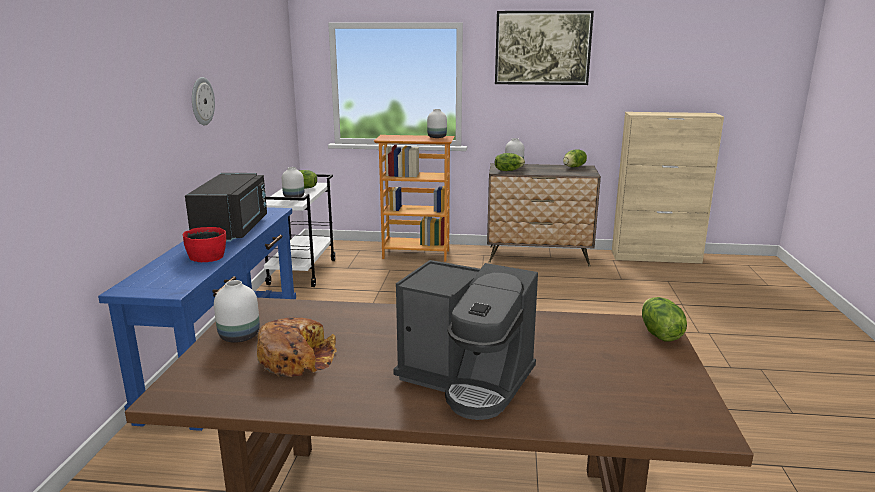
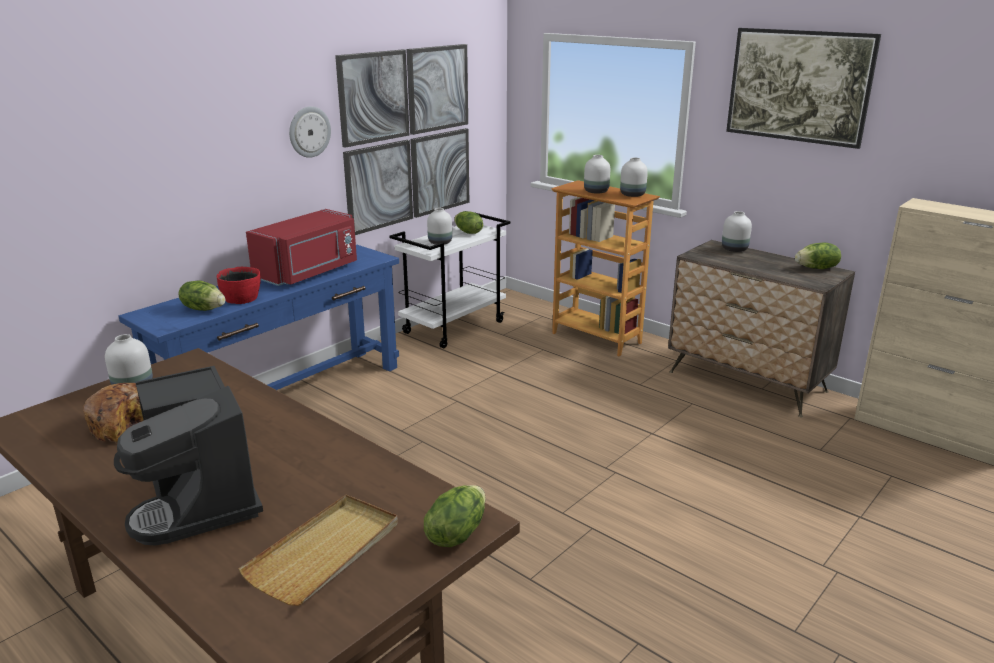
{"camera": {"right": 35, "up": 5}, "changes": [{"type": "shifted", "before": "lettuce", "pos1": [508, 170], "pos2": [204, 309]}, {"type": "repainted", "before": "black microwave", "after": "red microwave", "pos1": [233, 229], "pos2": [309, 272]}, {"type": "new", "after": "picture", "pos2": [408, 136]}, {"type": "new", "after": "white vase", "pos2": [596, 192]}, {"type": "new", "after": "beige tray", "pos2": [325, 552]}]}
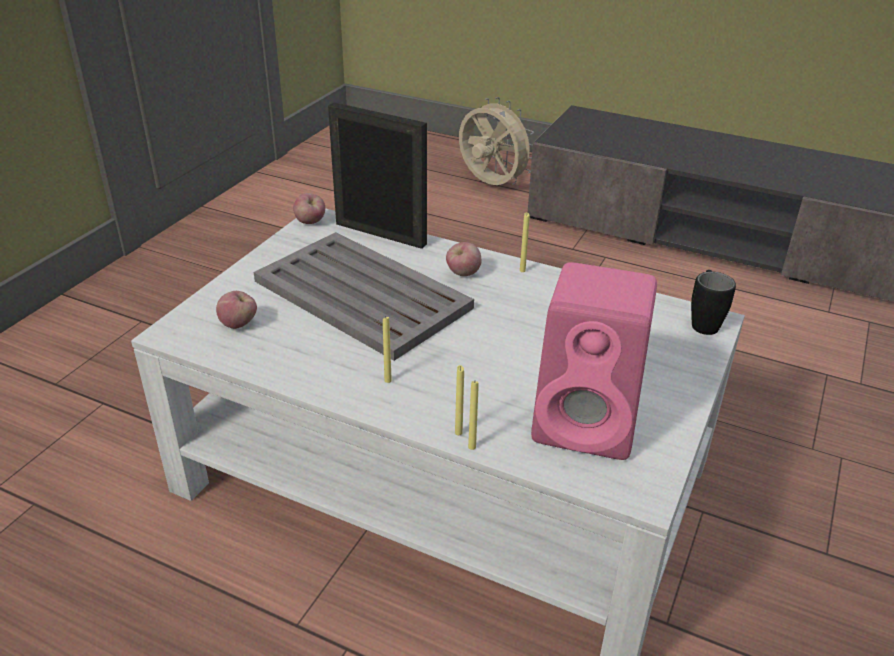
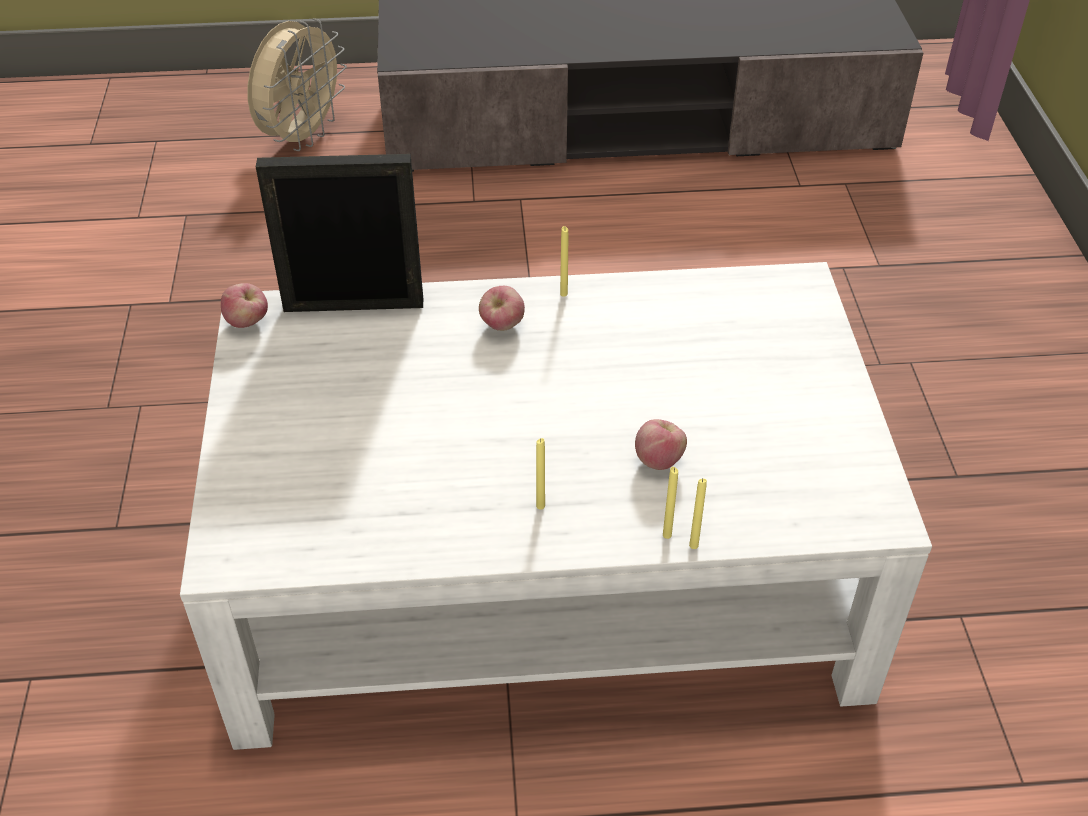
{"camera": {"right": -30, "up": 10}, "changes": [{"type": "rotated", "before": "beige fan", "pos1": [490, 185], "pos2": [302, 137], "turn": 105}, {"type": "gone", "before": "grey tray", "pos1": [361, 293]}, {"type": "gone", "before": "pink speaker", "pos1": [589, 424]}, {"type": "gone", "before": "black mug", "pos1": [703, 321]}, {"type": "shifted", "before": "apple", "pos1": [239, 324], "pos2": [658, 460]}]}
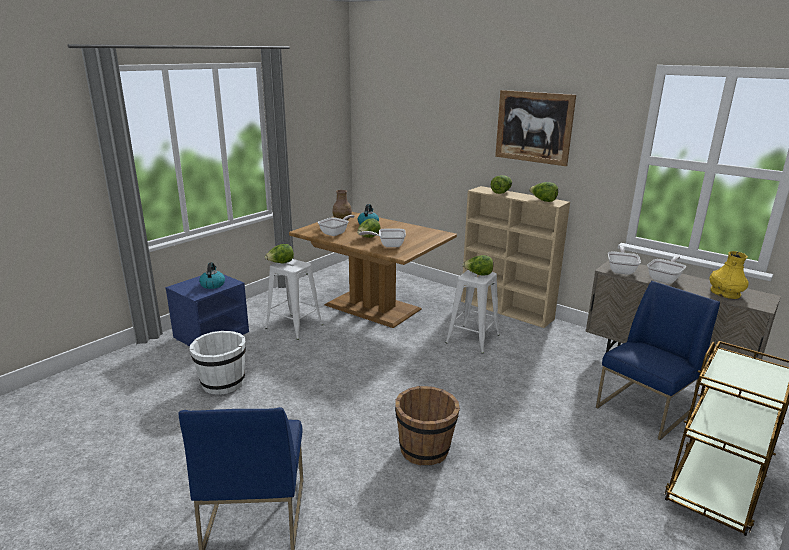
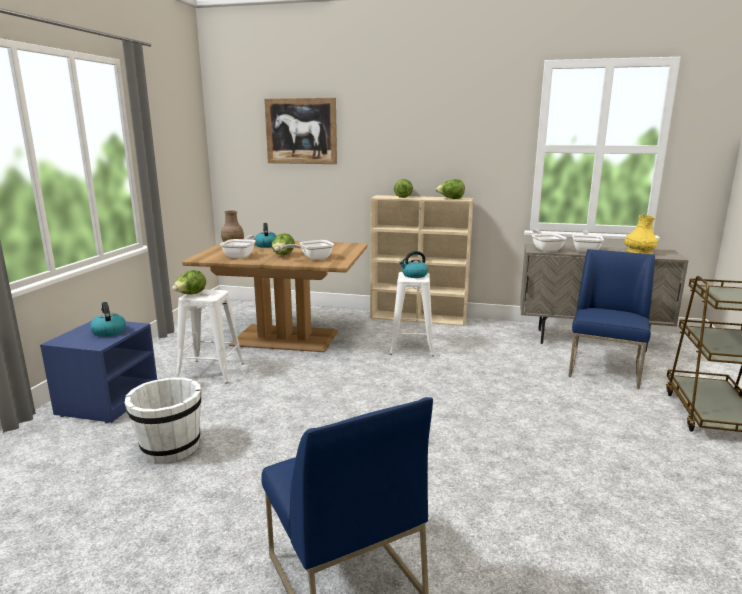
{"camera": {"right": -25, "up": -5}, "changes": [{"type": "shifted", "before": "picture", "pos1": [533, 127], "pos2": [301, 131]}, {"type": "swapped", "before": "lettuce", "after": "kettle", "pos1": [478, 274], "pos2": [414, 275]}, {"type": "gone", "before": "brown bucket", "pos1": [425, 449]}]}
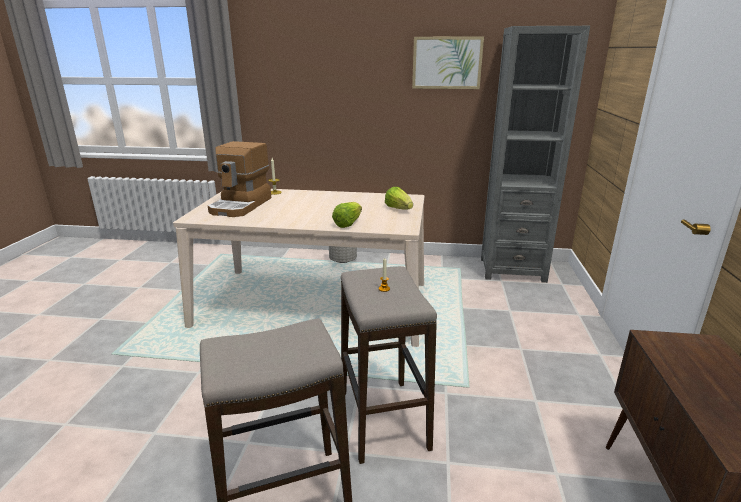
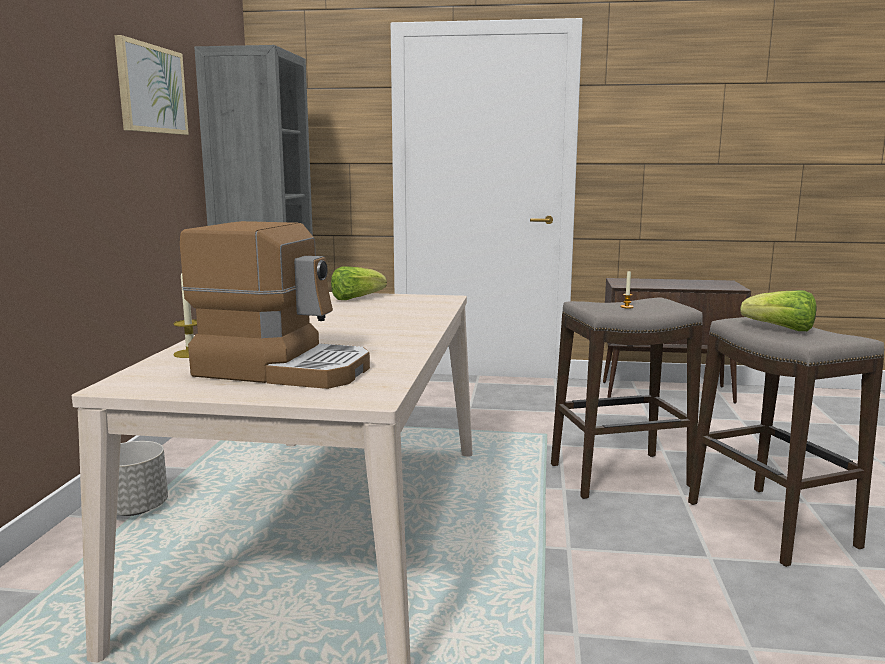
{"camera": {"right": -90, "up": -10}, "changes": [{"type": "shifted", "before": "lettuce", "pos1": [348, 224], "pos2": [780, 329]}]}
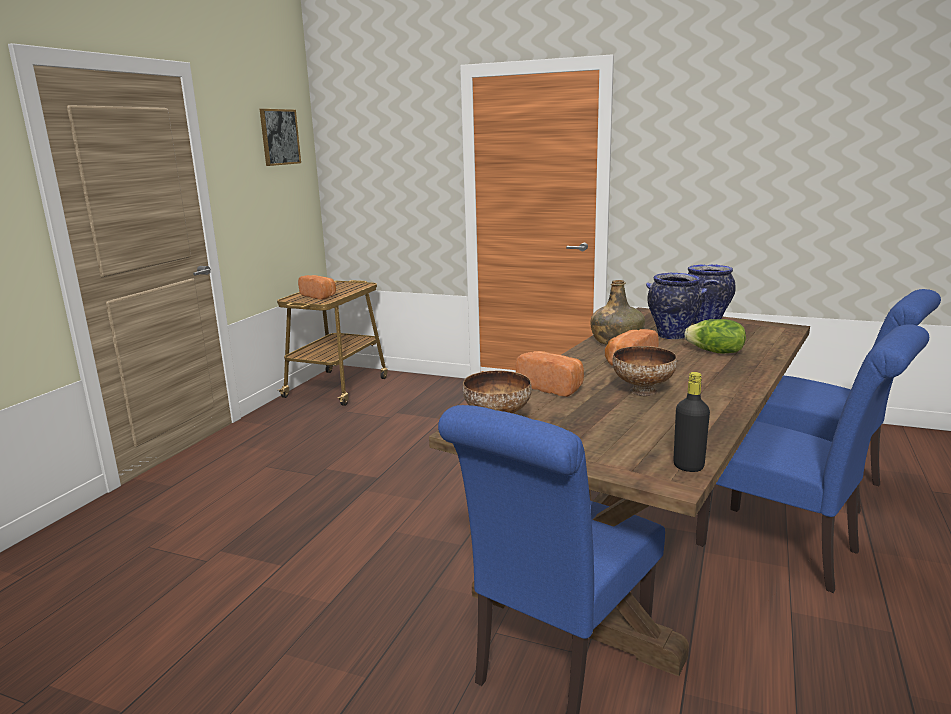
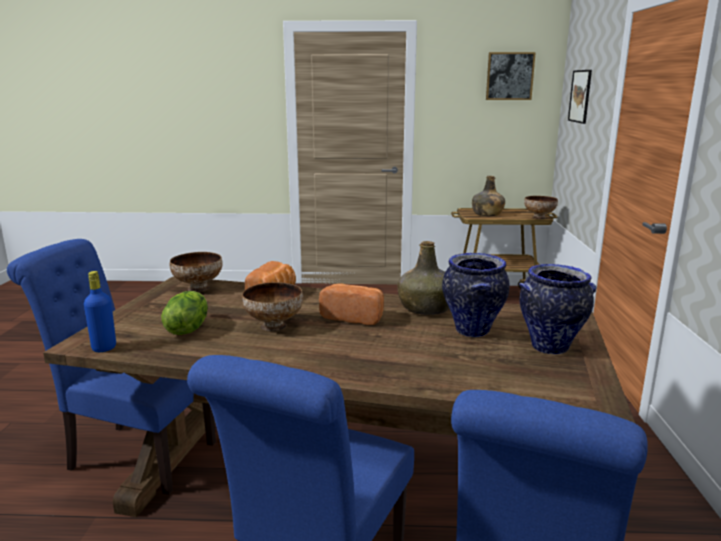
{"camera": {"right": 70, "up": 0}, "changes": [{"type": "swapped", "before": "bread", "after": "green bottle", "pos1": [320, 296], "pos2": [487, 214]}, {"type": "shifted", "before": "lettuce", "pos1": [715, 352], "pos2": [187, 329]}, {"type": "repainted", "before": "black bottle", "after": "blue bottle", "pos1": [688, 466], "pos2": [104, 348]}, {"type": "new", "after": "picture", "pos2": [580, 96]}, {"type": "new", "after": "bowl", "pos2": [539, 217]}]}
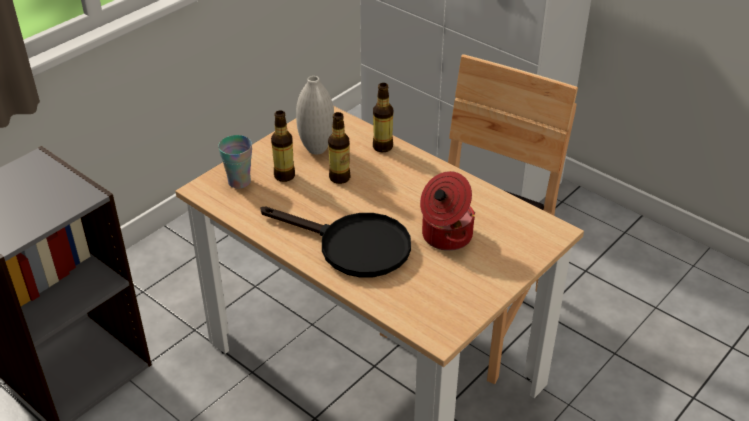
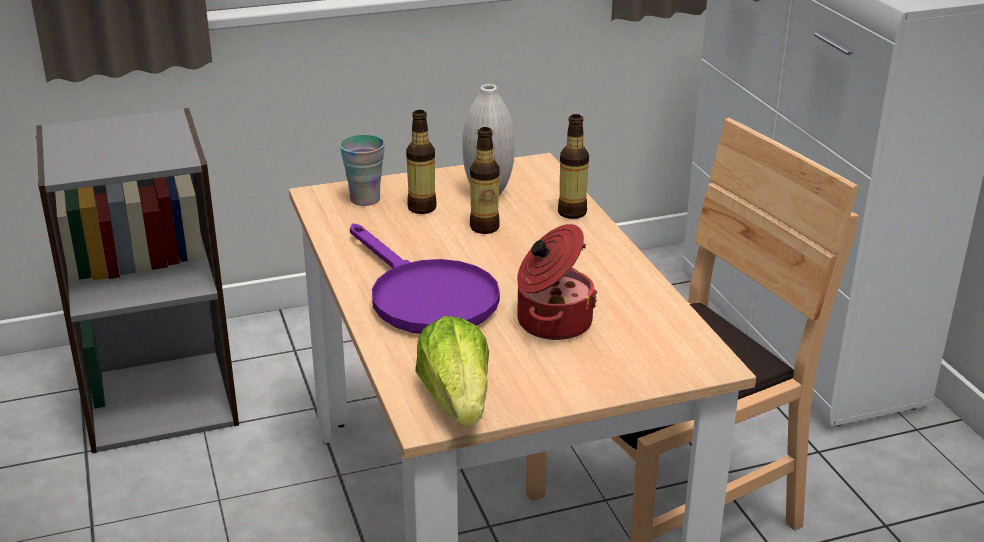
{"camera": {"right": 30, "up": -10}, "changes": [{"type": "repainted", "before": "black frying pan", "after": "purple frying pan", "pos1": [352, 246], "pos2": [424, 296]}, {"type": "new", "after": "lettuce", "pos2": [457, 401]}]}
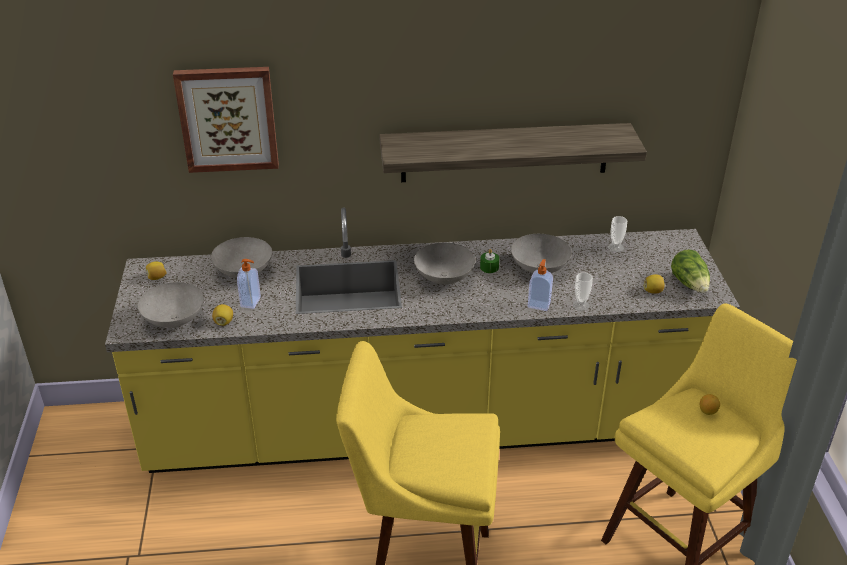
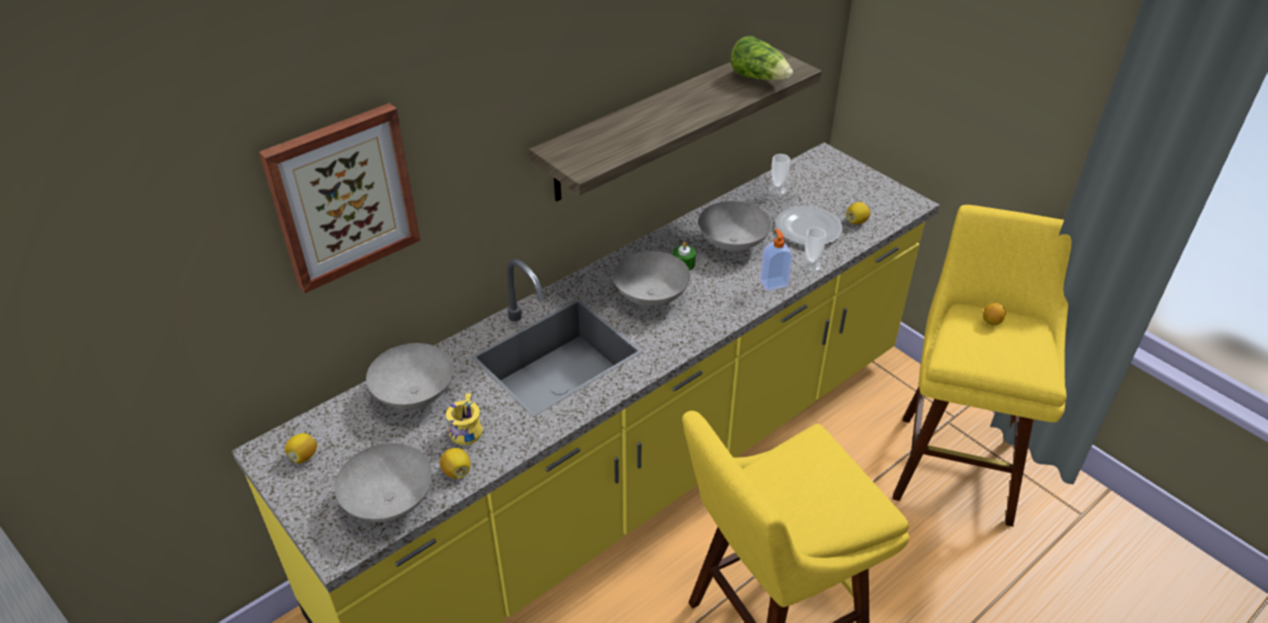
{"camera": {"right": -35, "up": 5}, "changes": [{"type": "shifted", "before": "lettuce", "pos1": [690, 284], "pos2": [759, 78]}, {"type": "swapped", "before": "soap dispenser", "after": "yellow mug", "pos1": [251, 302], "pos2": [464, 428]}, {"type": "new", "after": "plate", "pos2": [807, 228]}]}
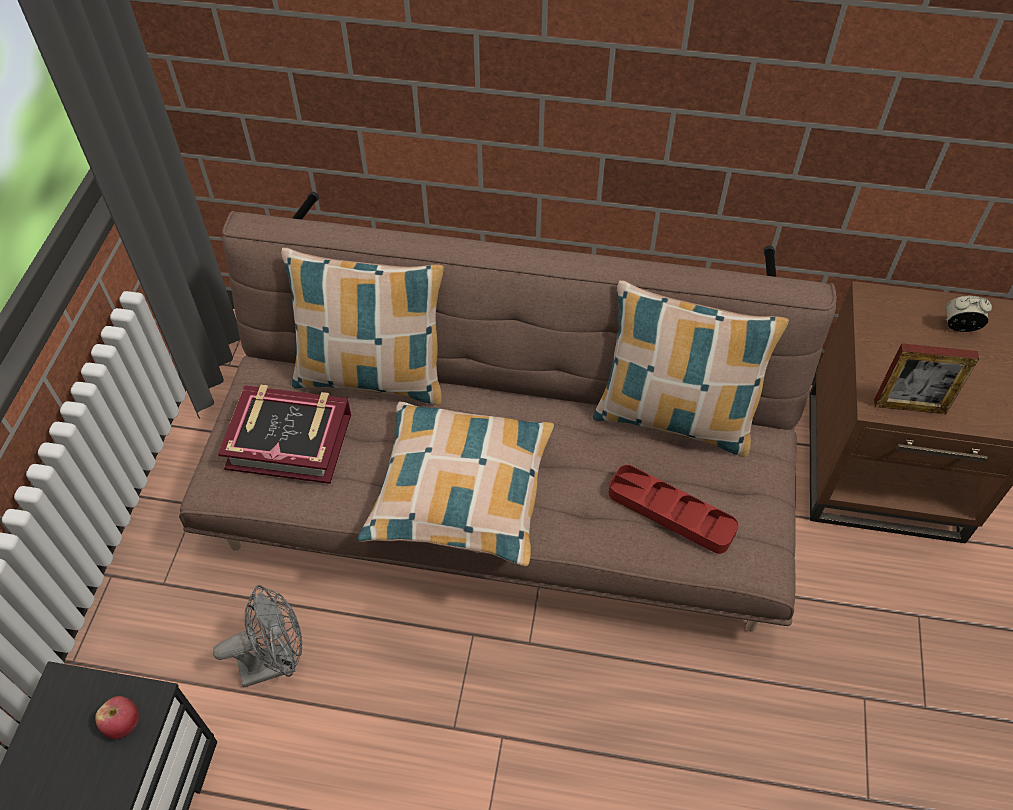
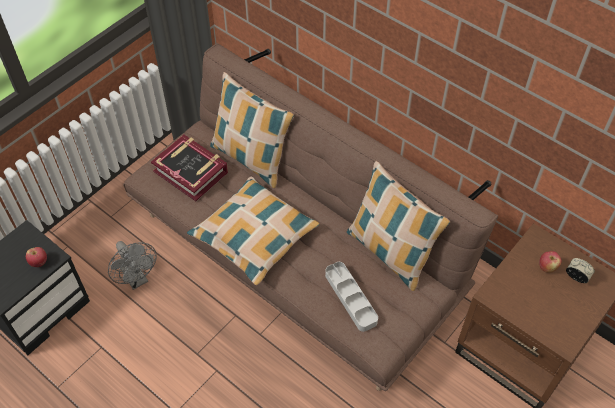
{"camera": {"right": 30, "up": 0}, "changes": [{"type": "gone", "before": "picture frame", "pos1": [909, 406]}, {"type": "repainted", "before": "red tray", "after": "grey tray", "pos1": [671, 512], "pos2": [350, 298]}, {"type": "rotated", "before": "grey fan", "pos1": [276, 662], "pos2": [137, 279], "turn": 45}, {"type": "new", "after": "apple", "pos2": [547, 267]}]}
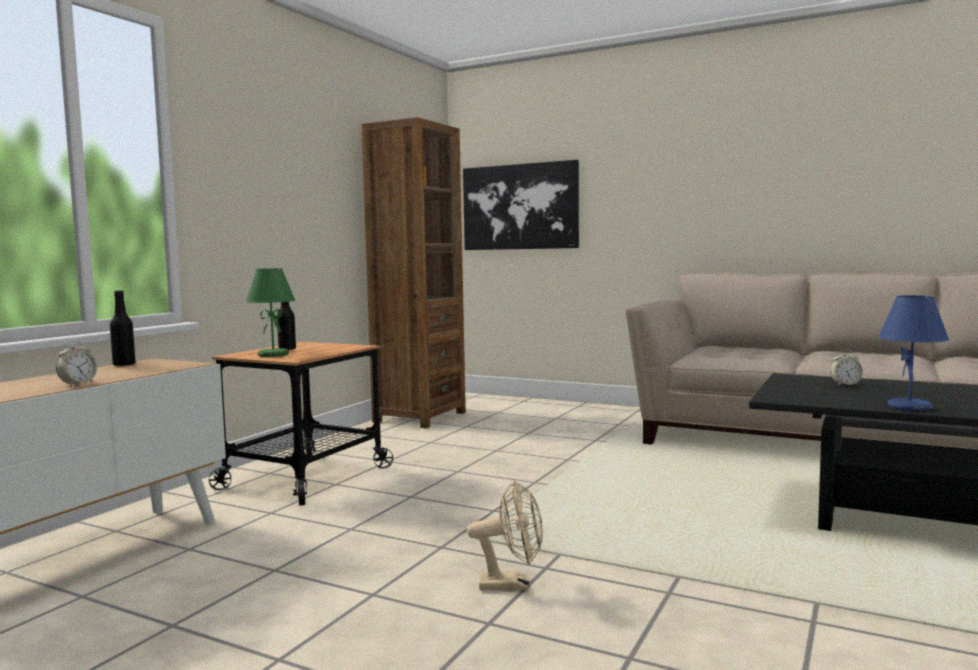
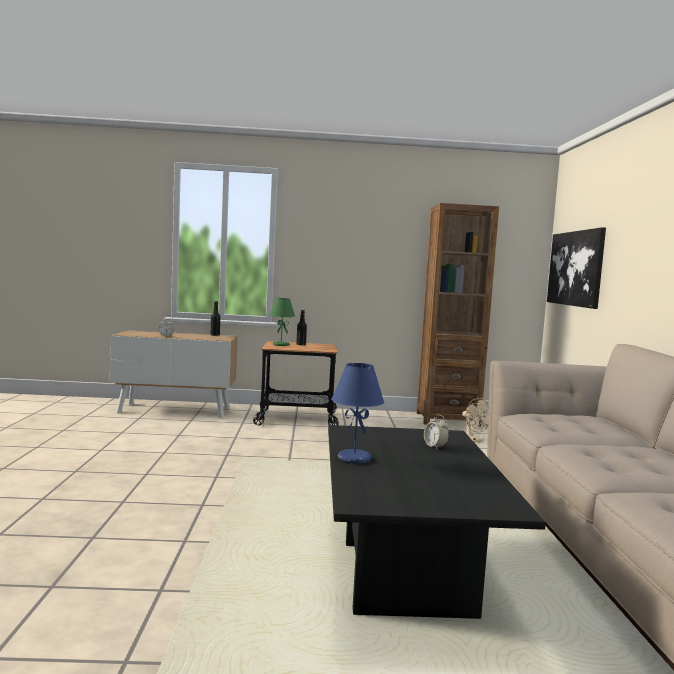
{"camera": {"right": 60, "up": 0}, "changes": [{"type": "shifted", "before": "beige fan", "pos1": [512, 584], "pos2": [473, 440]}]}
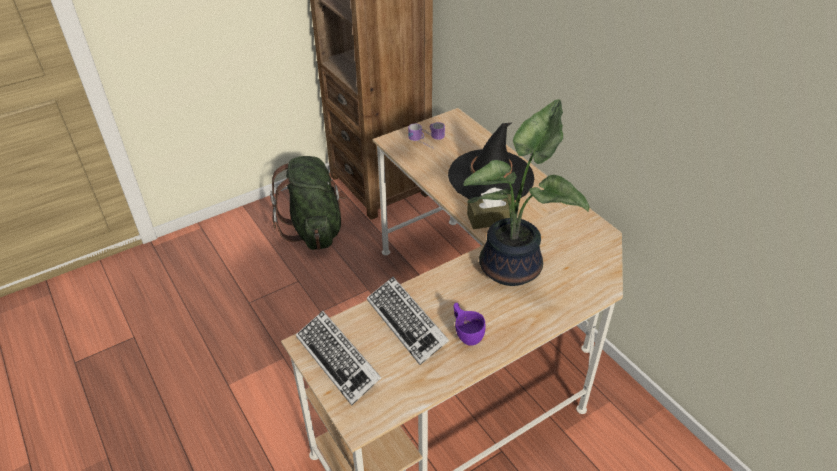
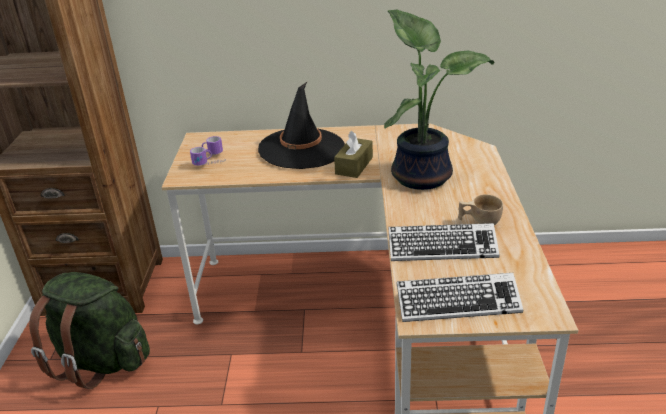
{"camera": {"right": -55, "up": -10}, "changes": [{"type": "repainted", "before": "purple cup", "after": "beige cup", "pos1": [466, 332], "pos2": [479, 221]}]}
